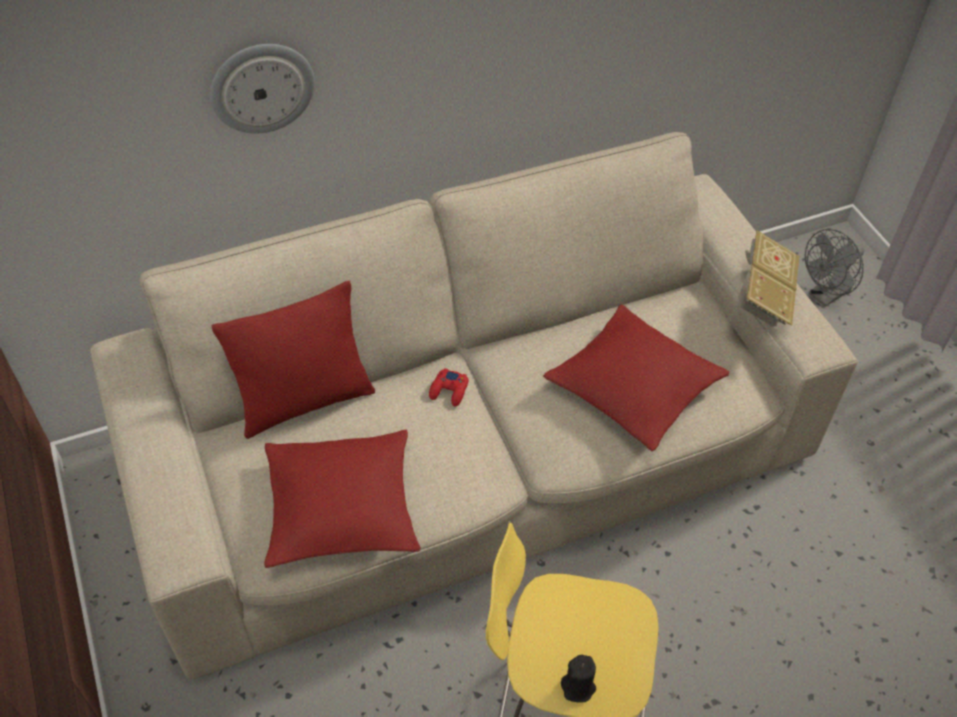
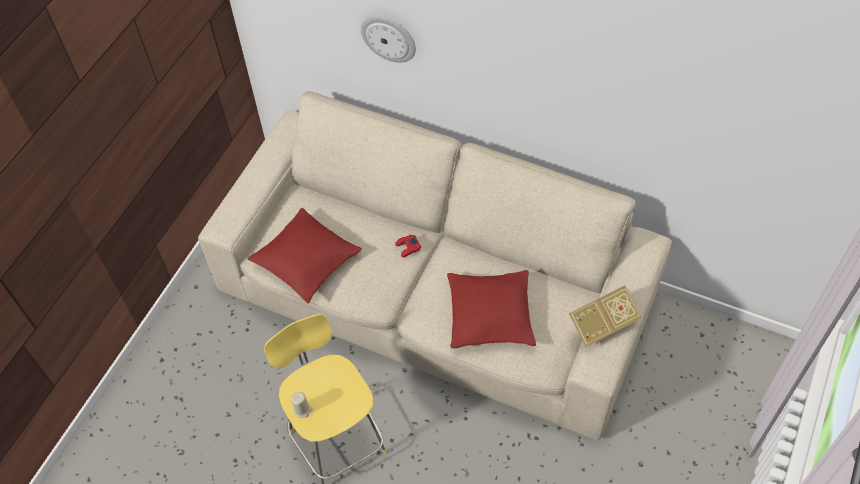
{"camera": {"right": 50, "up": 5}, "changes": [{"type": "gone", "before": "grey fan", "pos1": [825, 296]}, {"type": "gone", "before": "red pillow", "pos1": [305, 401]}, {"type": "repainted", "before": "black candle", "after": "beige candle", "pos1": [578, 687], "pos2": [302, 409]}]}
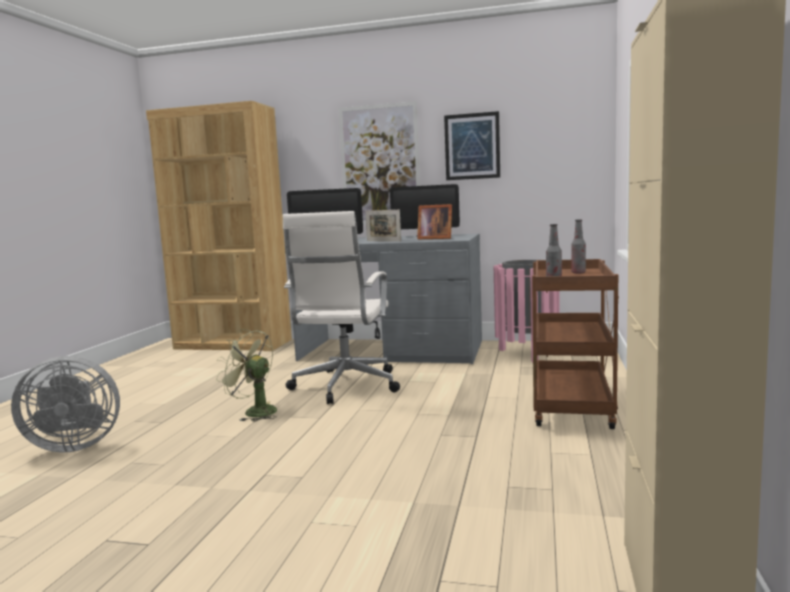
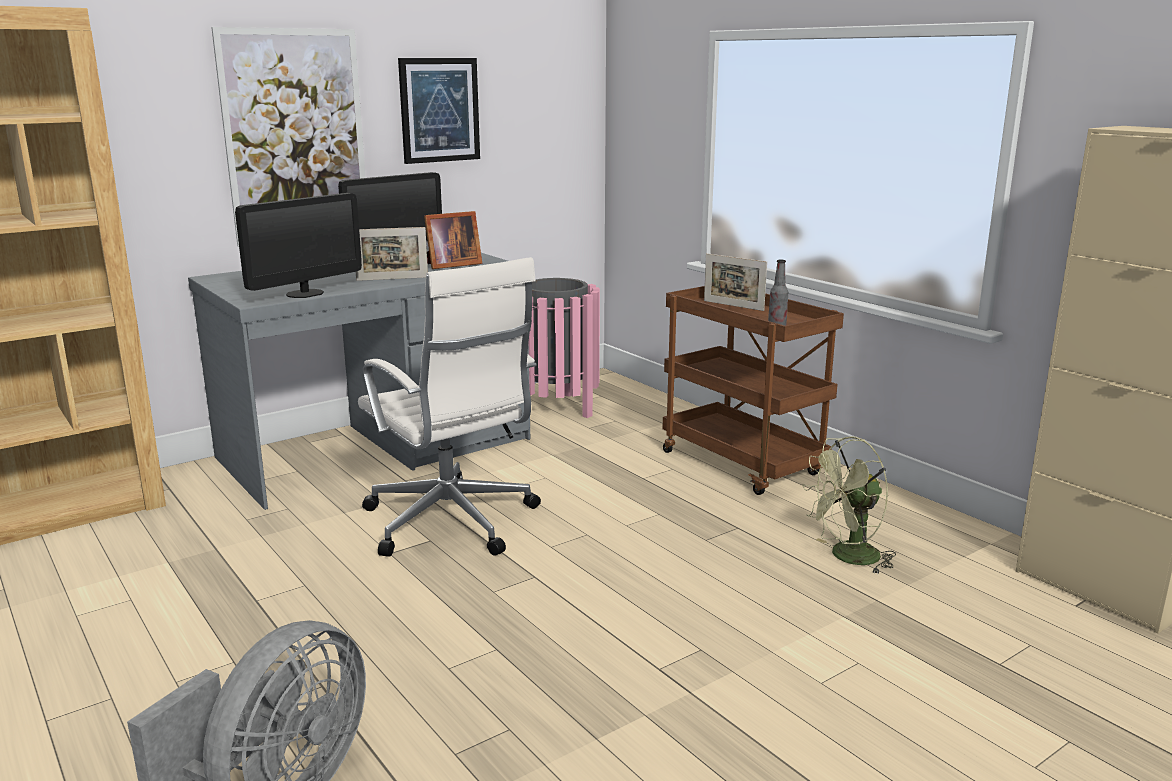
{"camera": {"right": -50, "up": 10}, "changes": [{"type": "swapped", "before": "bottle", "after": "picture frame", "pos1": [578, 273], "pos2": [733, 305]}, {"type": "shifted", "before": "green fan", "pos1": [254, 412], "pos2": [847, 558]}]}
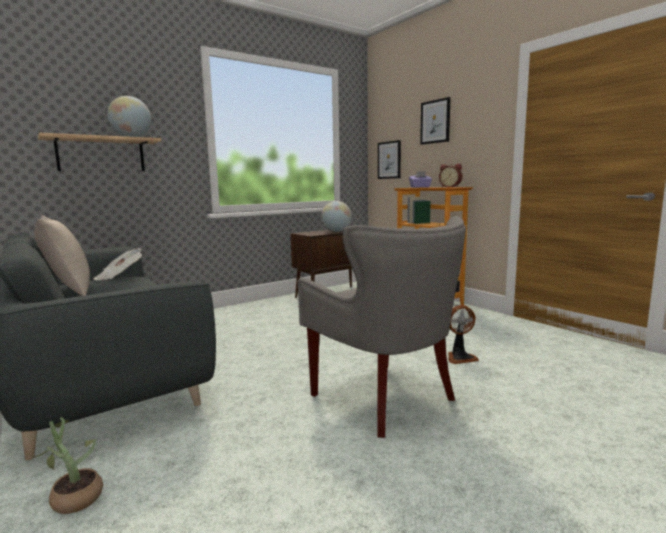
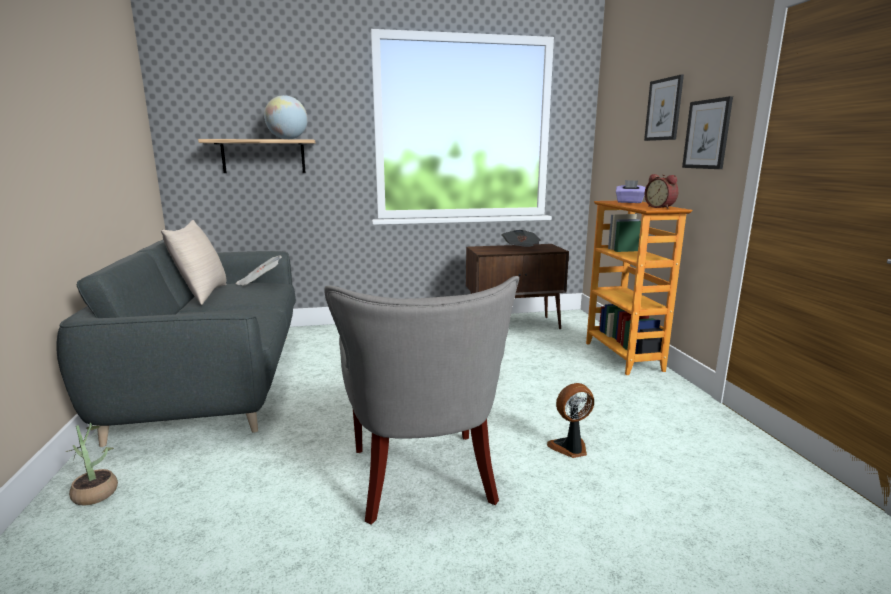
{"camera": {"right": 25, "up": 5}, "changes": [{"type": "shifted", "before": "picture", "pos1": [389, 160], "pos2": [707, 134]}, {"type": "swapped", "before": "globe", "after": "newspaper", "pos1": [336, 231], "pos2": [521, 249]}, {"type": "rotated", "before": "fan", "pos1": [460, 357], "pos2": [570, 448], "turn": 150}]}
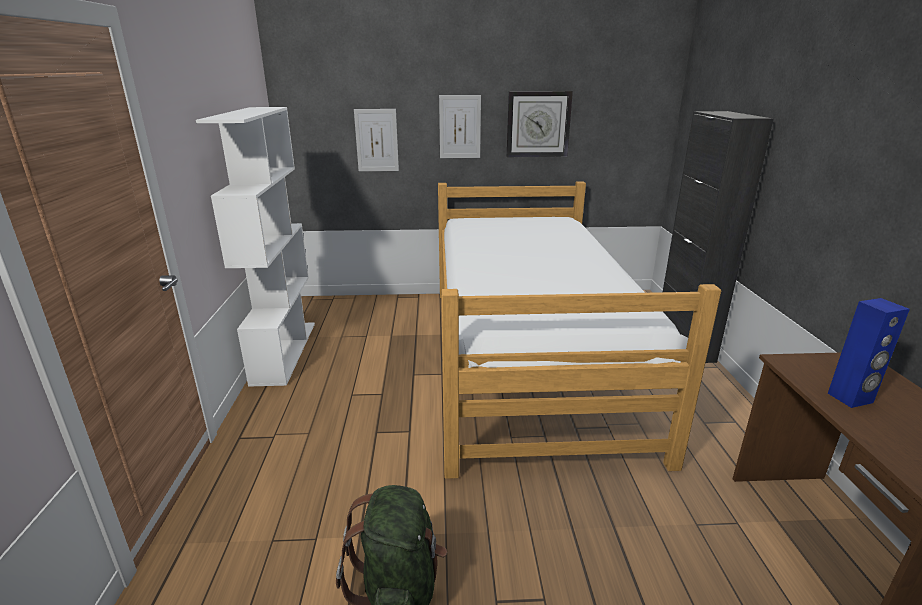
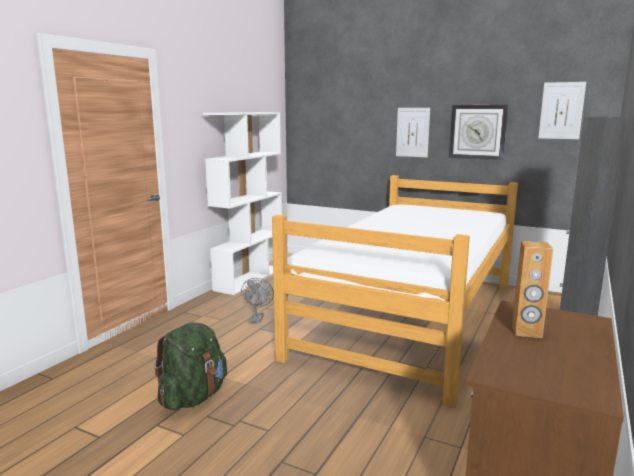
{"camera": {"right": 30, "up": -10}, "changes": [{"type": "shifted", "before": "picture", "pos1": [376, 140], "pos2": [561, 110]}, {"type": "repainted", "before": "blue speaker", "after": "brown speaker", "pos1": [850, 398], "pos2": [527, 332]}, {"type": "new", "after": "grey fan", "pos2": [257, 318]}]}
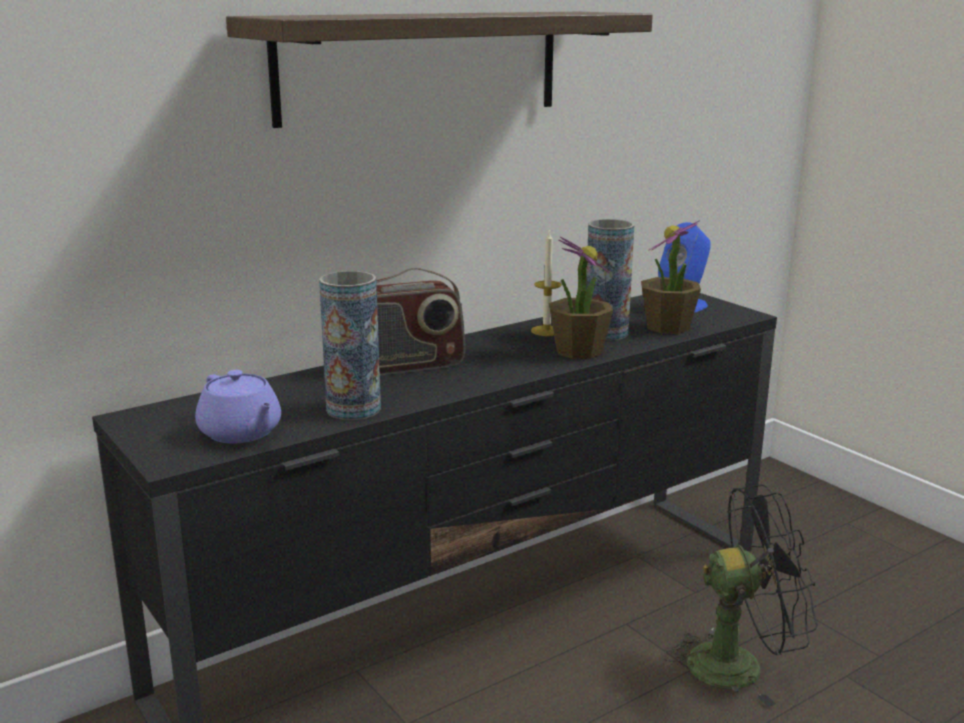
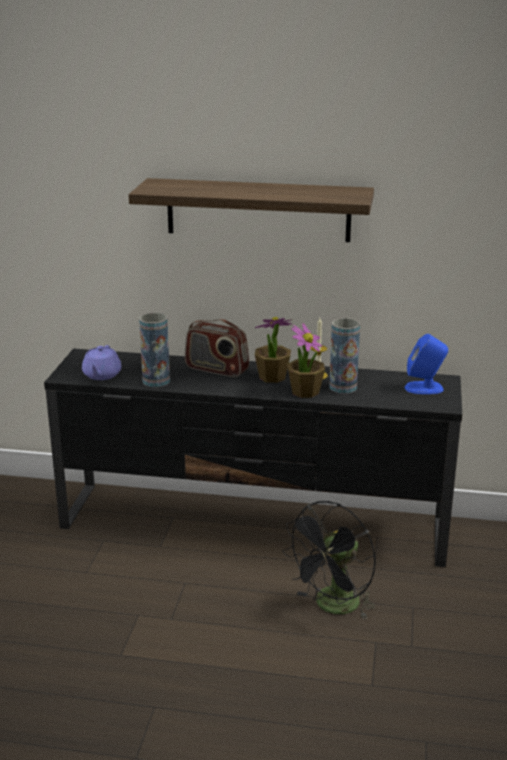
{"camera": {"right": 45, "up": 5}, "changes": [{"type": "shifted", "before": "potted plant", "pos1": [667, 327], "pos2": [272, 377]}, {"type": "rotated", "before": "black fan", "pos1": [739, 664], "pos2": [333, 607], "turn": 90}]}
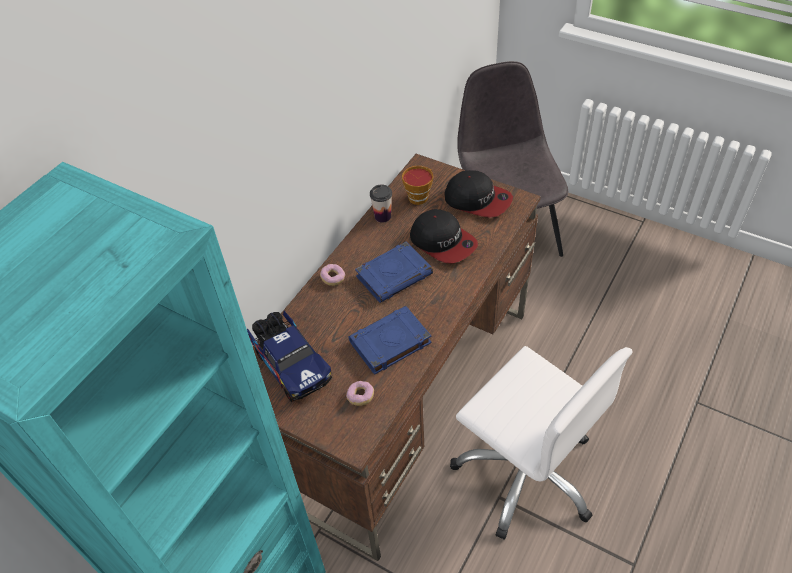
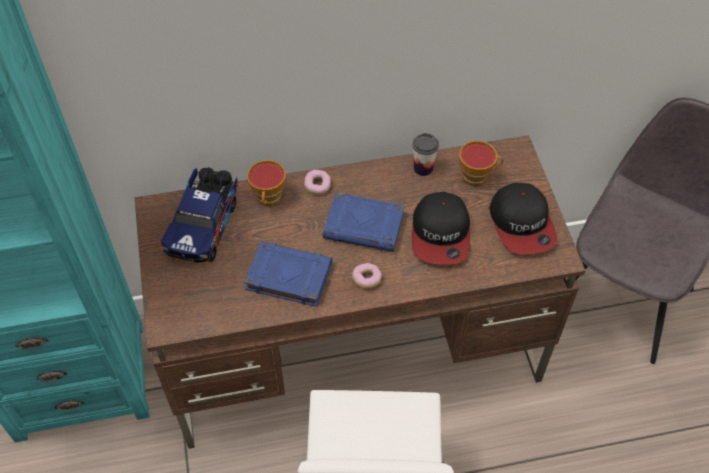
{"camera": {"right": 45, "up": 5}, "changes": [{"type": "shifted", "before": "donut", "pos1": [360, 396], "pos2": [366, 279]}, {"type": "new", "after": "cup", "pos2": [269, 199]}]}
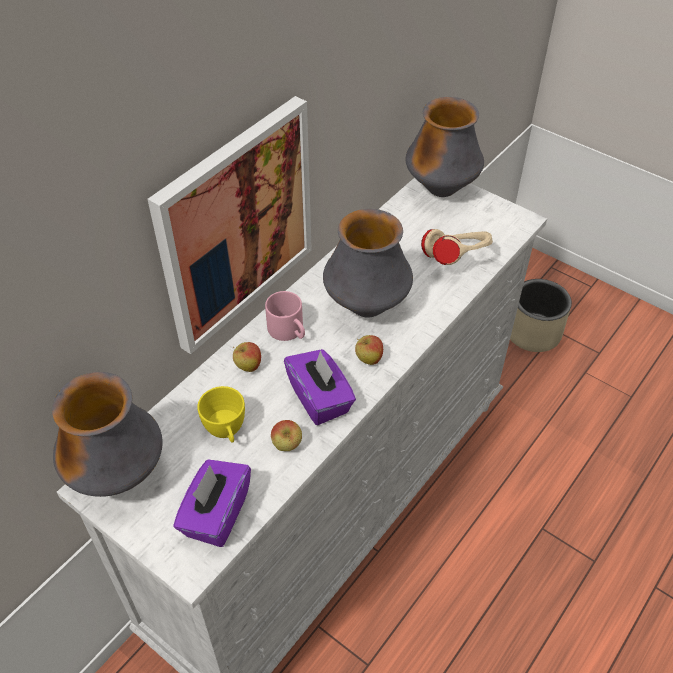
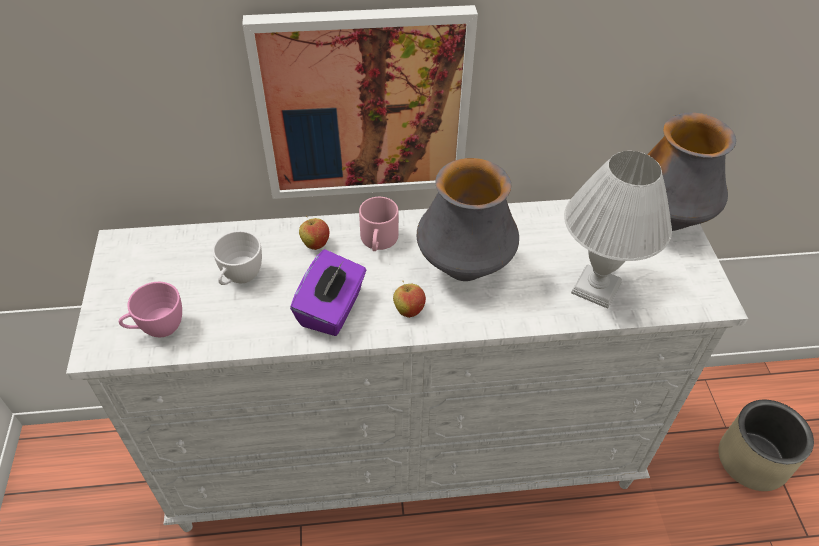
{"camera": {"right": 45, "up": 0}, "changes": [{"type": "swapped", "before": "beige headphones", "after": "white table lamp", "pos1": [456, 260], "pos2": [596, 289]}, {"type": "gone", "before": "vase", "pos1": [119, 475]}, {"type": "repainted", "before": "yellow cup", "after": "white cup", "pos1": [226, 432], "pos2": [239, 278]}, {"type": "gone", "before": "apple", "pos1": [287, 445]}, {"type": "swapped", "before": "purple tissue box", "after": "pink cup", "pos1": [216, 514], "pos2": [157, 328]}]}
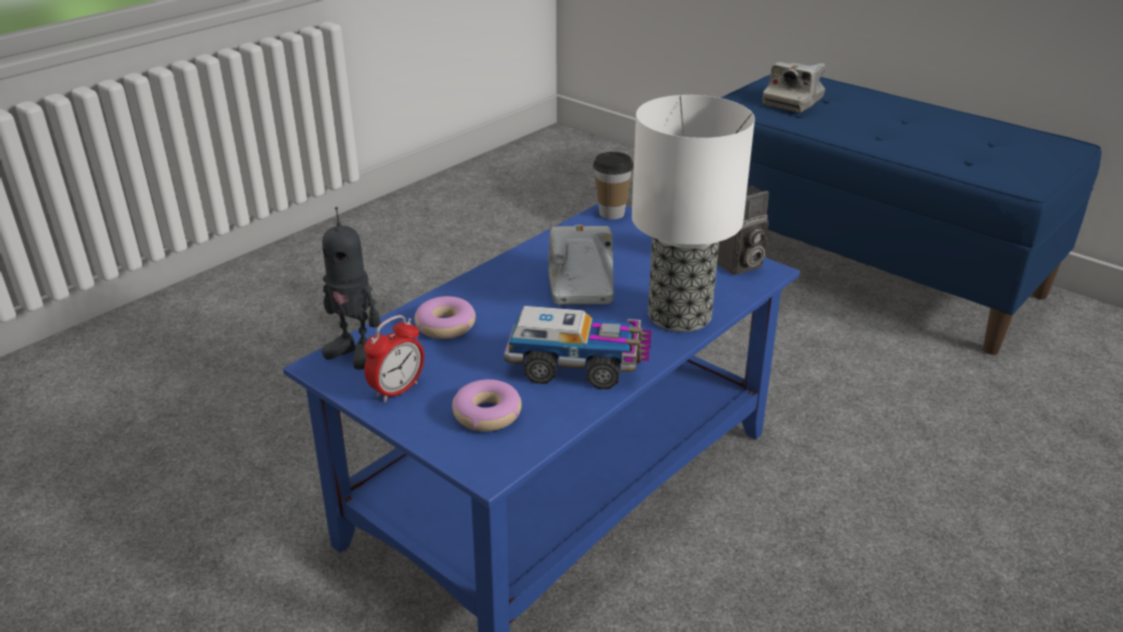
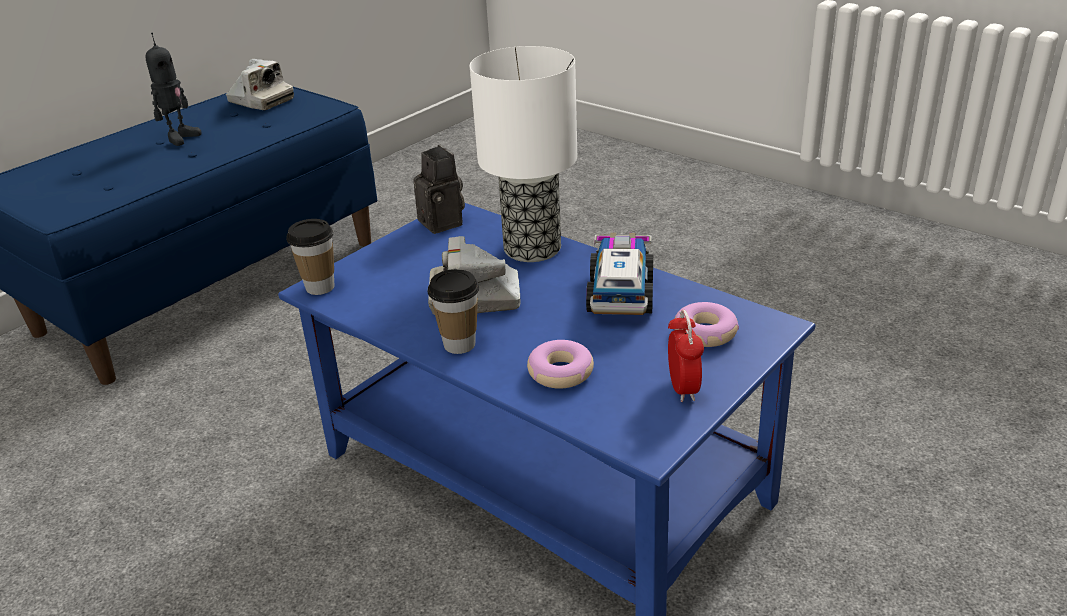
{"camera": {"right": -90, "up": 0}, "changes": [{"type": "shifted", "before": "photo camera", "pos1": [793, 101], "pos2": [261, 101]}, {"type": "shifted", "before": "toy robot", "pos1": [354, 352], "pos2": [180, 138]}, {"type": "rotated", "before": "alarm clock", "pos1": [397, 390], "pos2": [683, 388], "turn": 45}, {"type": "new", "after": "cup", "pos2": [459, 344]}]}
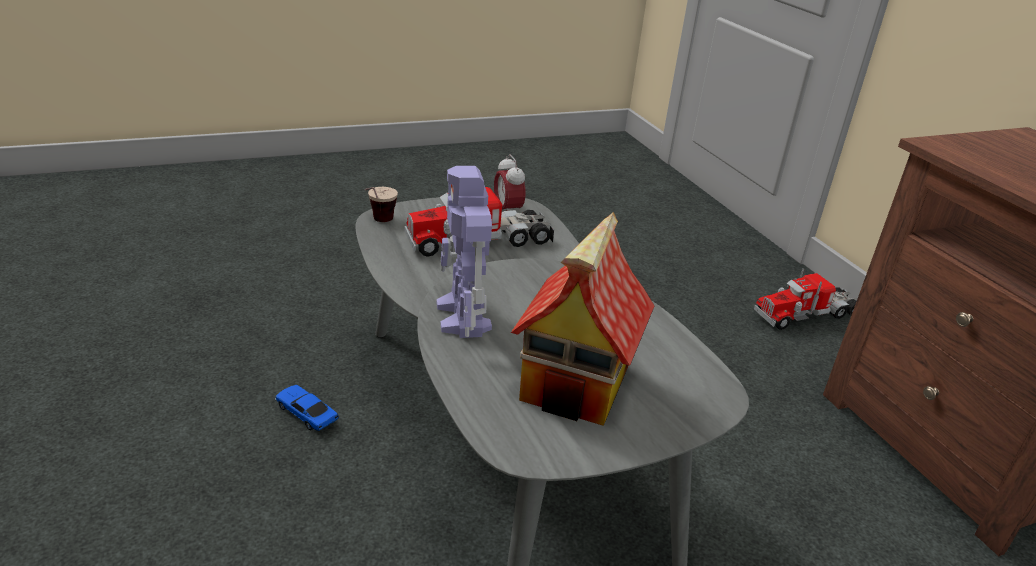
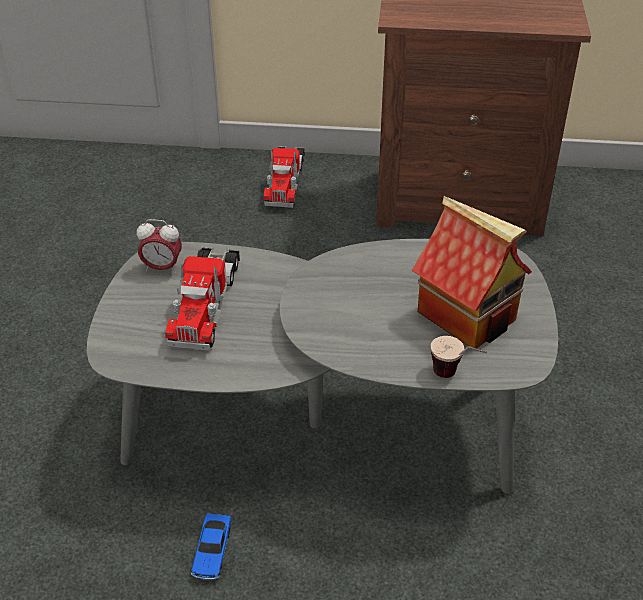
{"camera": {"right": -60, "up": 10}, "changes": [{"type": "gone", "before": "toy robot", "pos1": [463, 317]}, {"type": "shifted", "before": "cup", "pos1": [378, 223], "pos2": [455, 377]}, {"type": "rotated", "before": "toy car", "pos1": [306, 414], "pos2": [212, 551], "turn": -60}]}
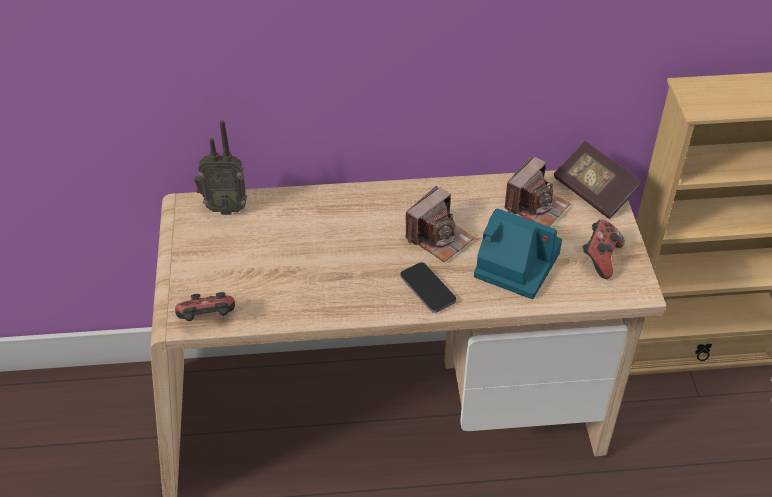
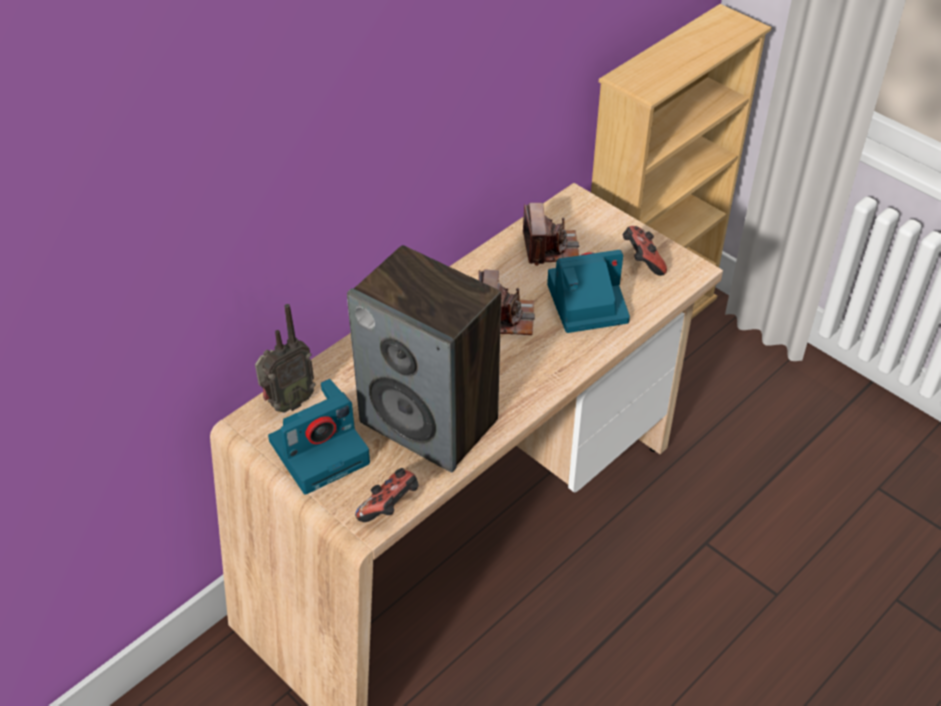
{"camera": {"right": -40, "up": 0}, "changes": [{"type": "gone", "before": "book", "pos1": [594, 192]}, {"type": "gone", "before": "phone", "pos1": [427, 289]}, {"type": "new", "after": "speaker", "pos2": [430, 421]}, {"type": "new", "after": "photo camera", "pos2": [320, 450]}]}
